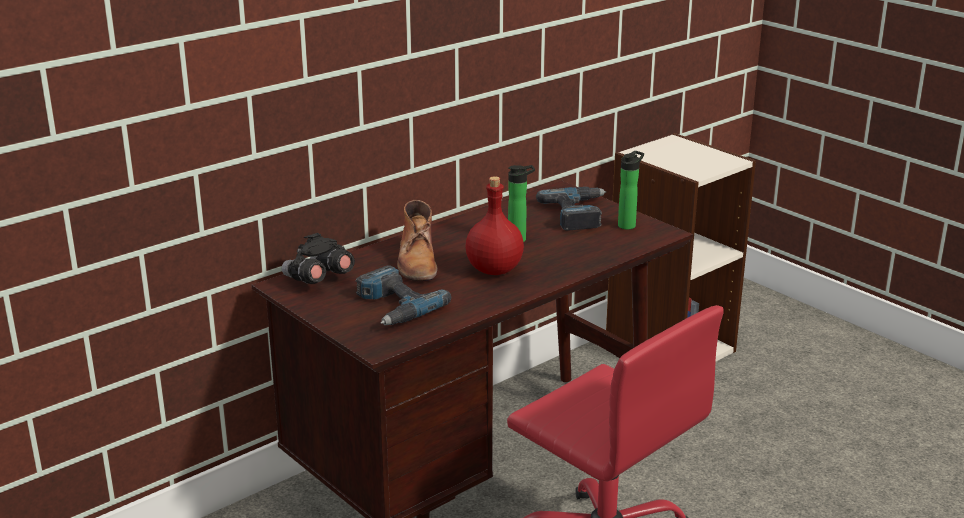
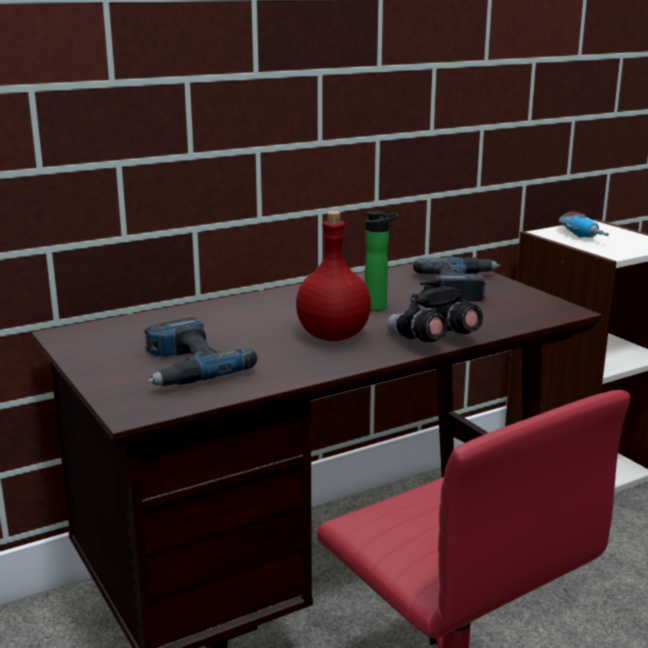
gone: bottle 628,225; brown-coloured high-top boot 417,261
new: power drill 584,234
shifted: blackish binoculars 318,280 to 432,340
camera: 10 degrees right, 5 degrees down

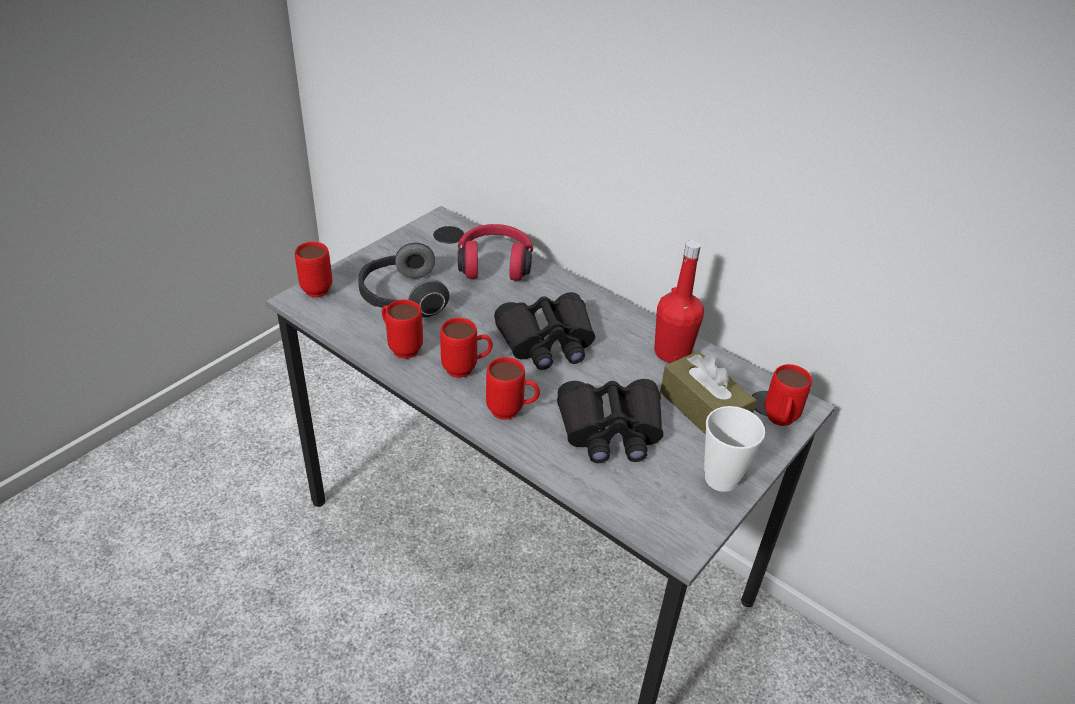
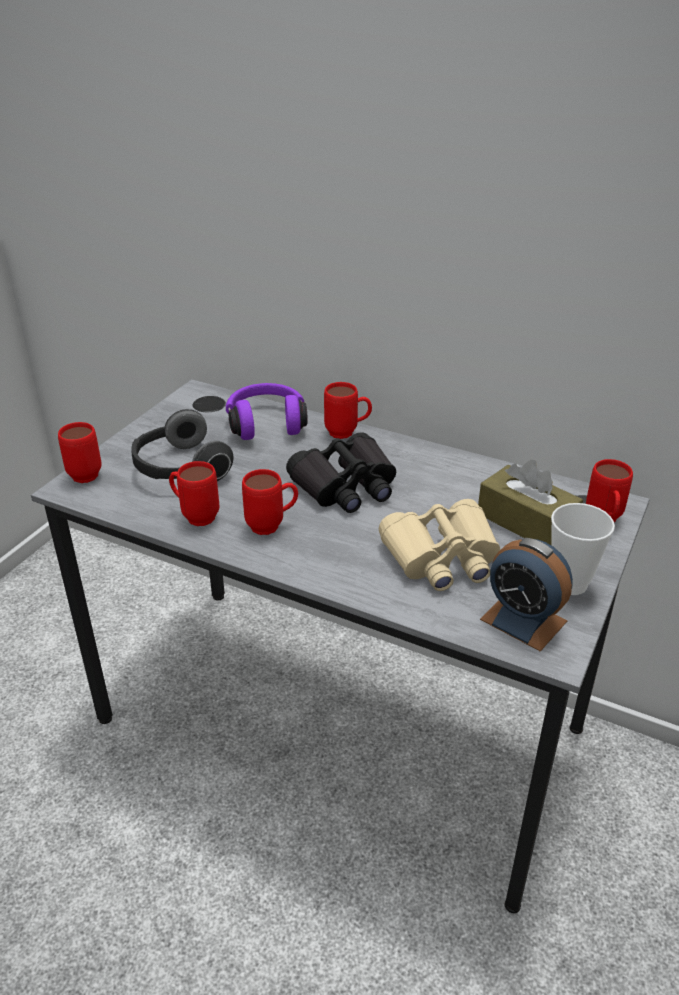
gone: reddish bottle 672,352
new: bedside clock 523,620
shifted: reddish coffee mug 512,412 to 347,433
repainted: reddish headphones 495,264 to purple headphones 266,423; blackish binoculars 610,430 to sand-coloured binoculars 442,557
camera: 10 degrees left, 5 degrees down

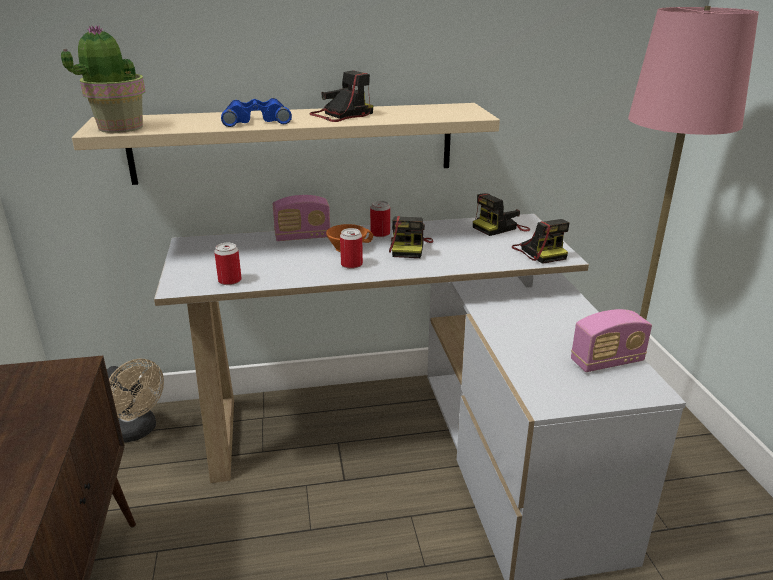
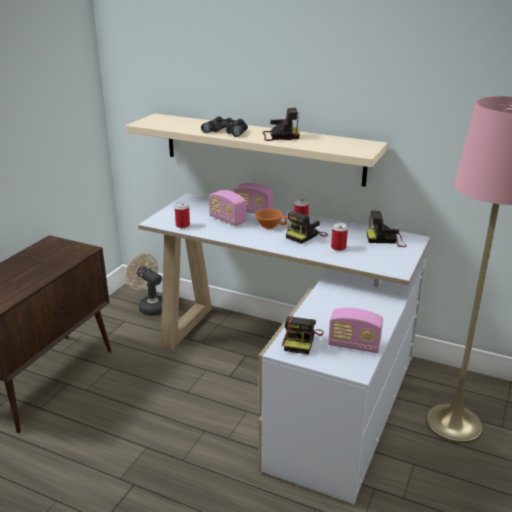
gone: potted plant 119,127
new: radio set 227,220
shifted: photo camera 539,252 to 301,340; can 351,264 to 338,248
repainted: bluish binoculars 256,120 to blackish binoculars 227,131
rotated: sand-coloured electric fan 137,431 = 150,306 150 degrees clockwise
camera: 35 degrees right, 0 degrees up

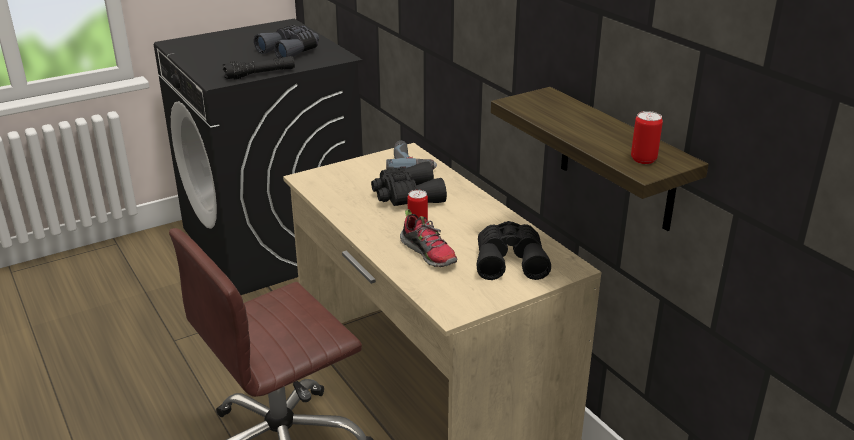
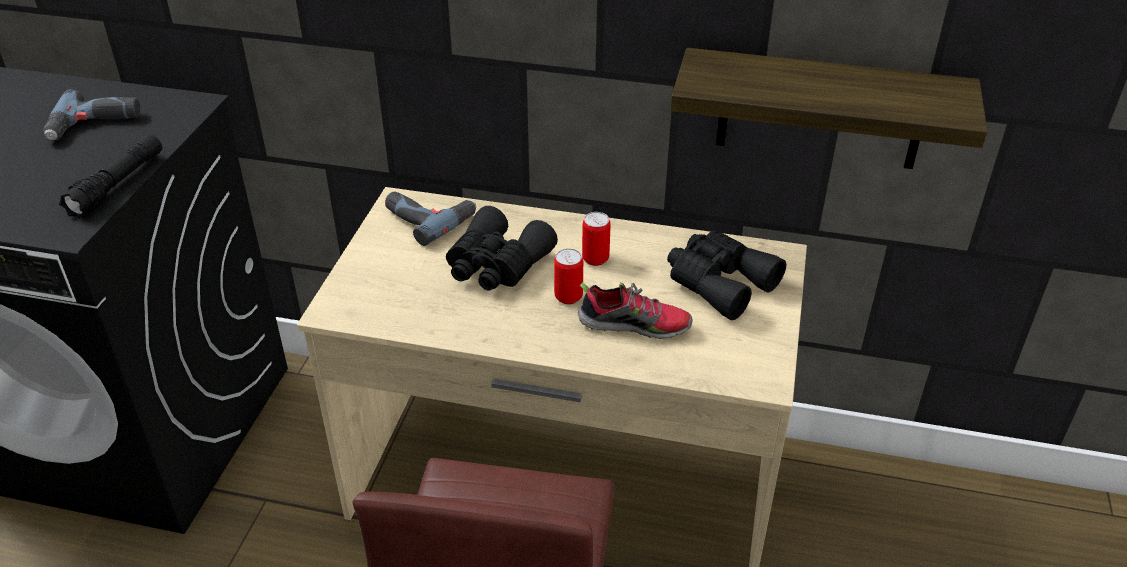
shifted: can 643,159 to 595,259
swapped: greyish binoculars 290,51 to power drill 95,125
camera: 45 degrees left, 10 degrees up

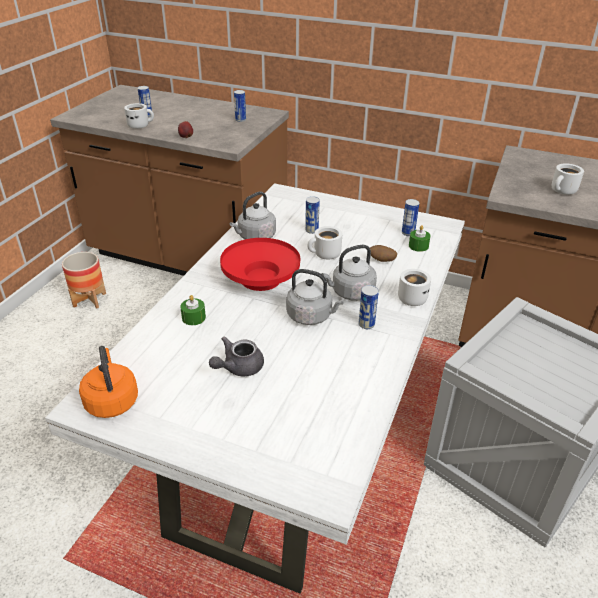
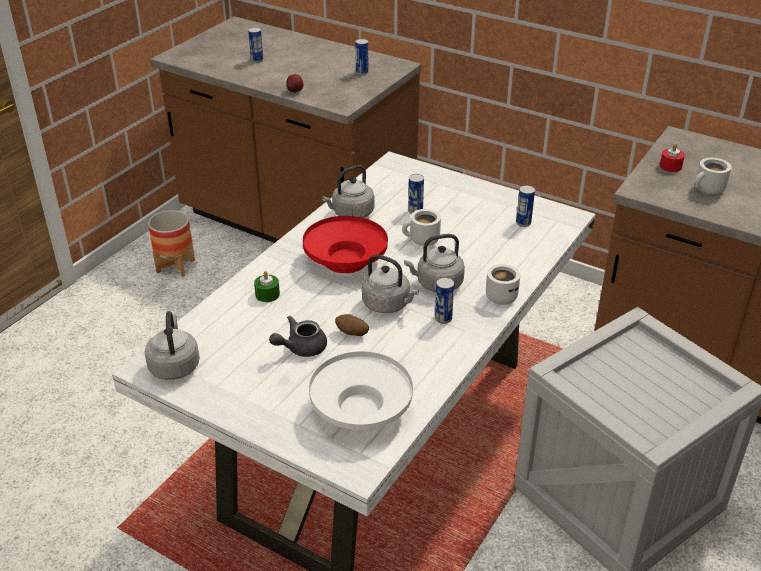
gone: white-coloured coffee mug 140,125; green wax light 418,246
new: reddish wax light 670,166; white-coloured bowl 361,410
shifted: potato 381,260 to 352,333
repainted: orangey tea kettle 112,400 to greyish tea kettle 174,365
camera: 10 degrees right, 0 degrees up

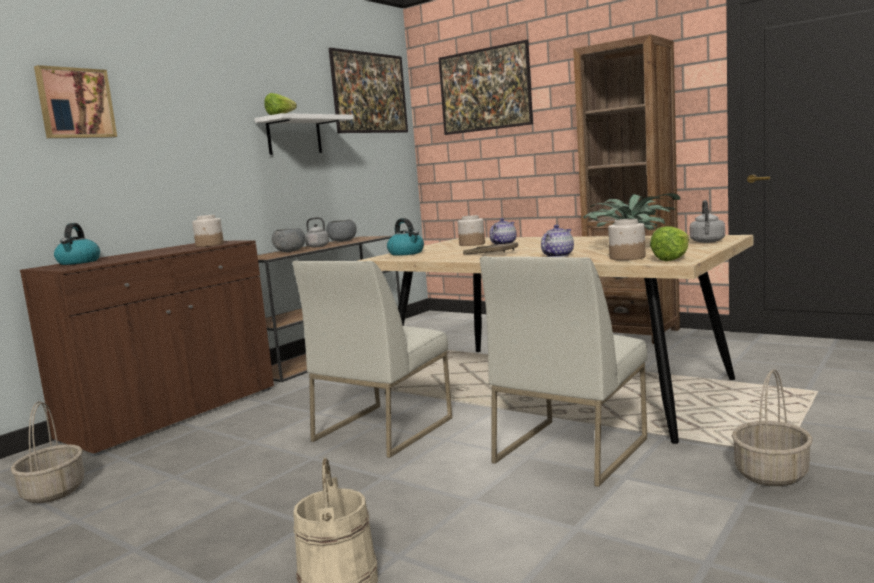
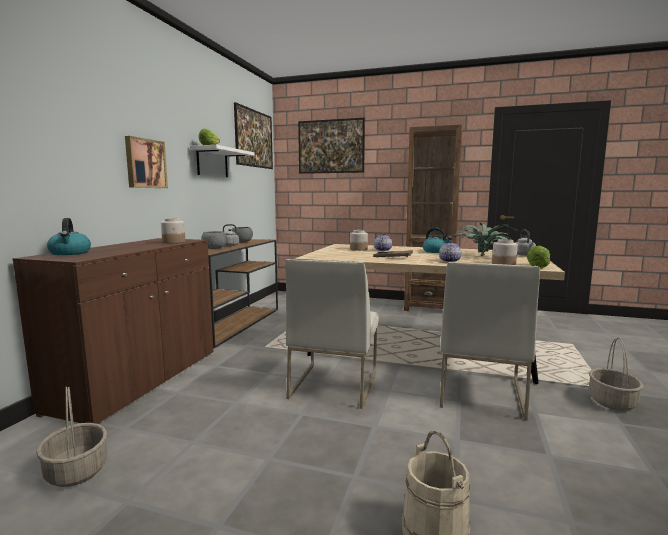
shifted: picture 75,103 to 145,163; tea kettle 406,253 to 436,251
camera: 20 degrees left, 0 degrees up

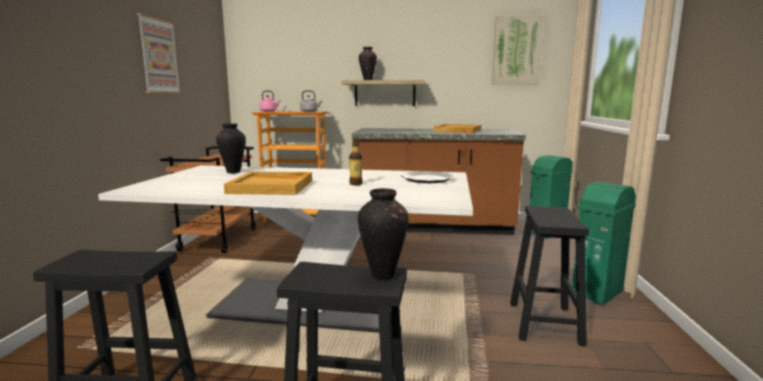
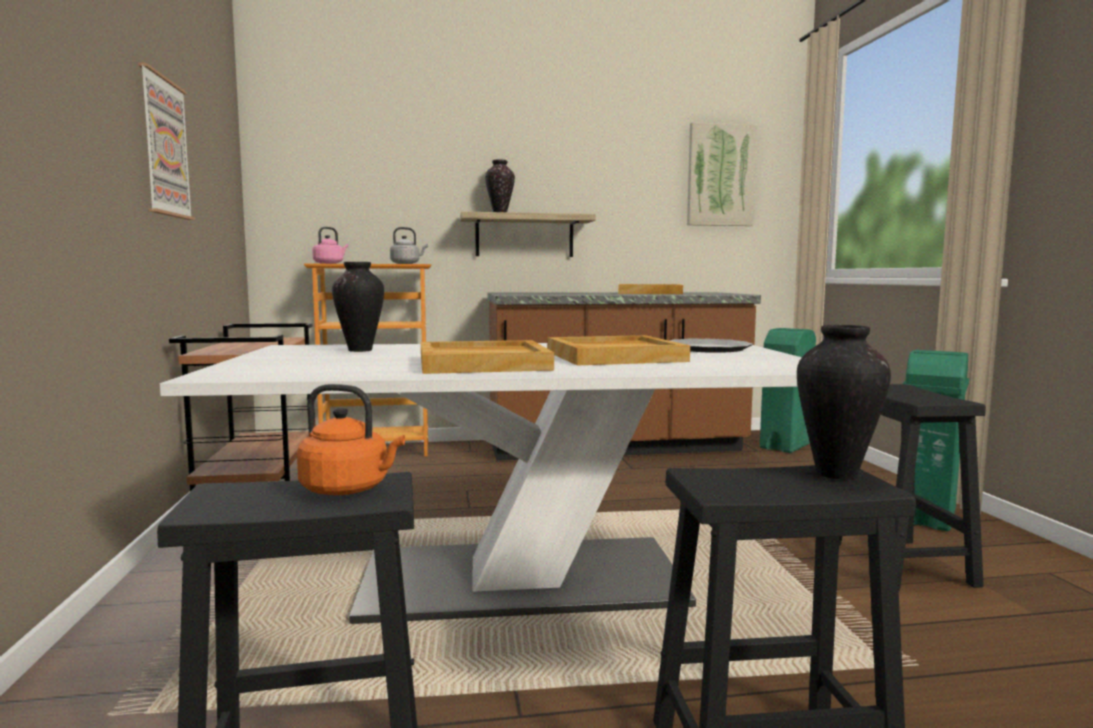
new: orangey tea kettle 349,489
swapped: bottle 356,184 to sand-coloured carrying tray 615,356
camera: 15 degrees left, 5 degrees down

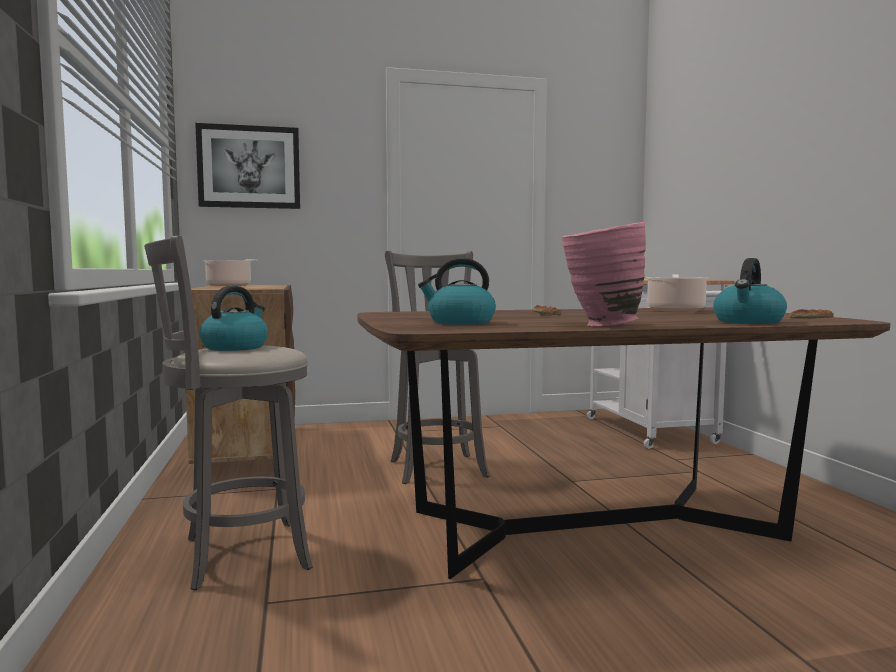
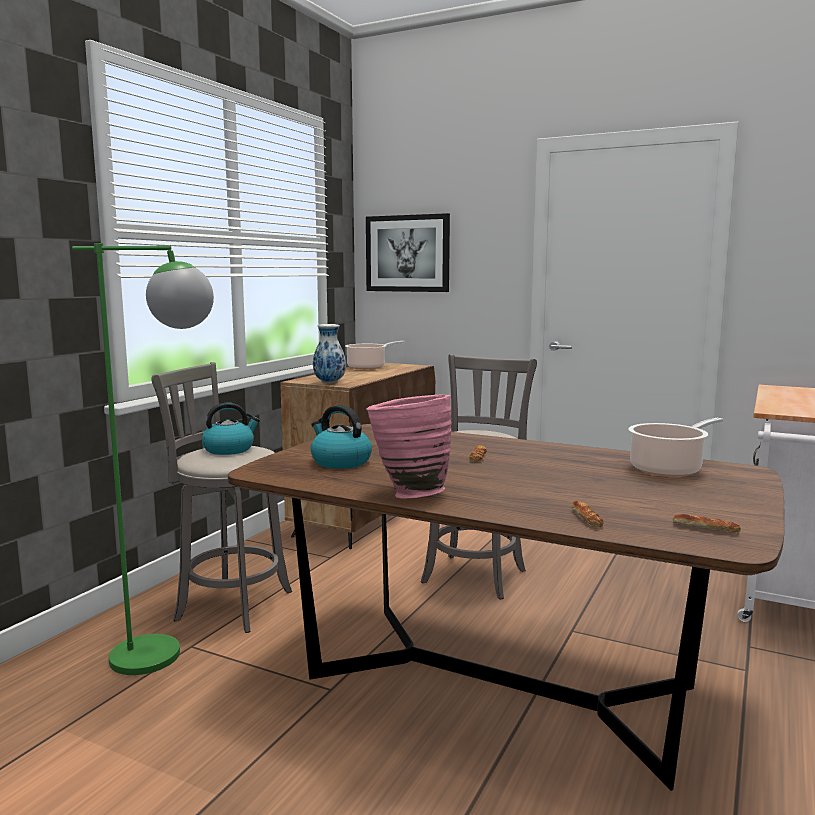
new: green floor lamp 168,658; vase 330,382
swapped: tea kettle 748,322 to baked bread 586,518
camera: 40 degrees right, 5 degrees up

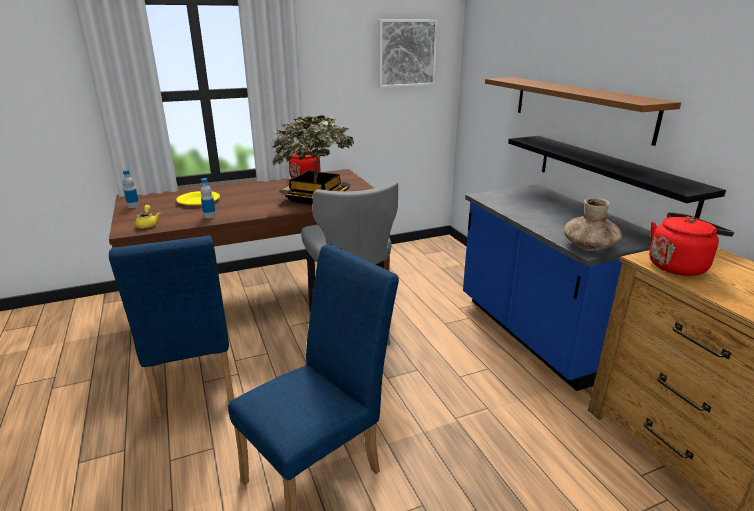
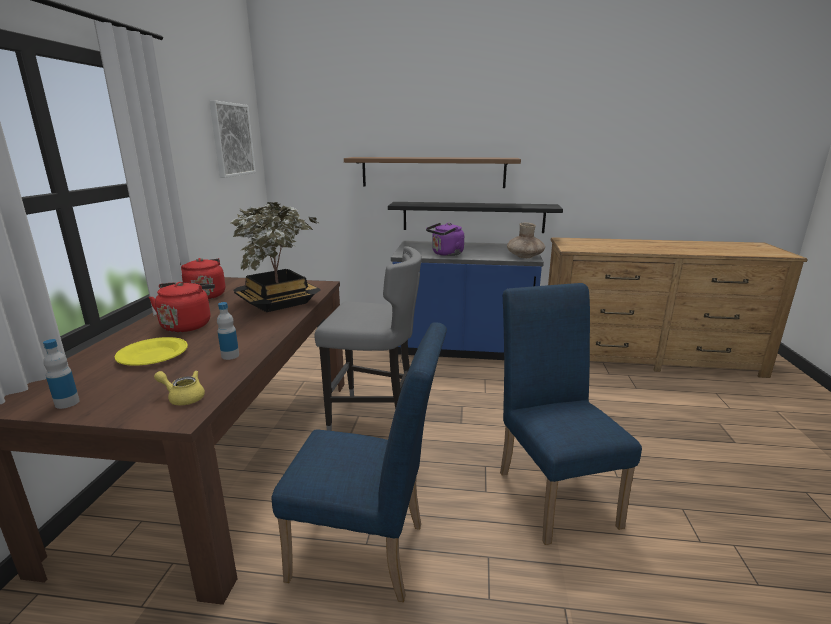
new: purple tea kettle 446,254
shifted: reddish tea kettle 679,266 to 188,325
camera: 60 degrees left, 5 degrees down

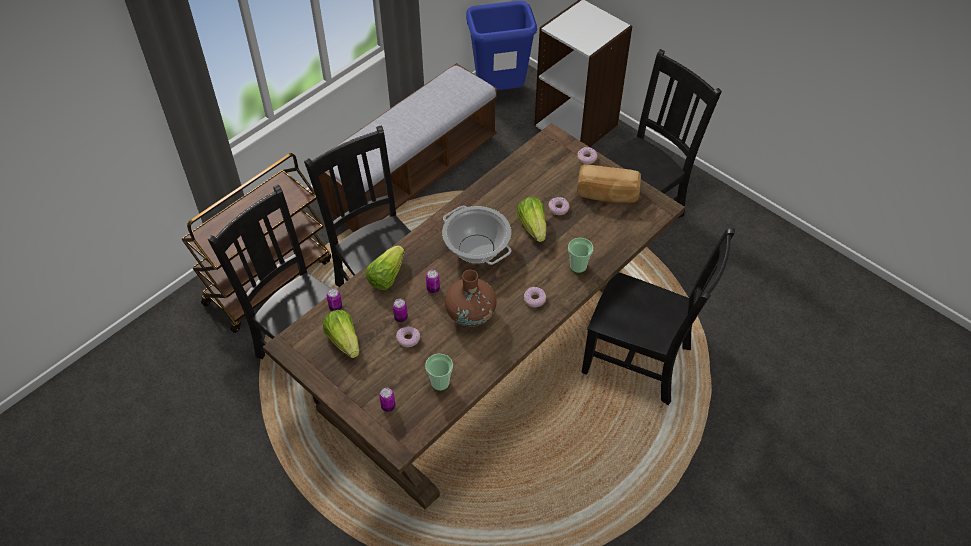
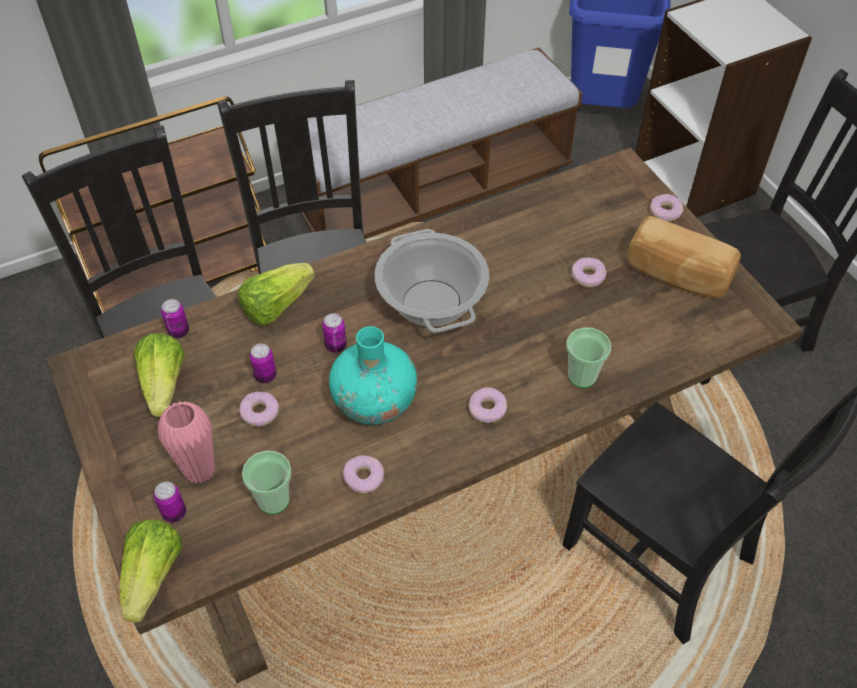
new: pink vase 199,470; donut 364,477
shifted: lettuce 533,227 to 153,576
repainted: brown-coloured vase 471,314 to turquoise-coloured vase 375,403
camera: 20 degrees right, 0 degrees up

